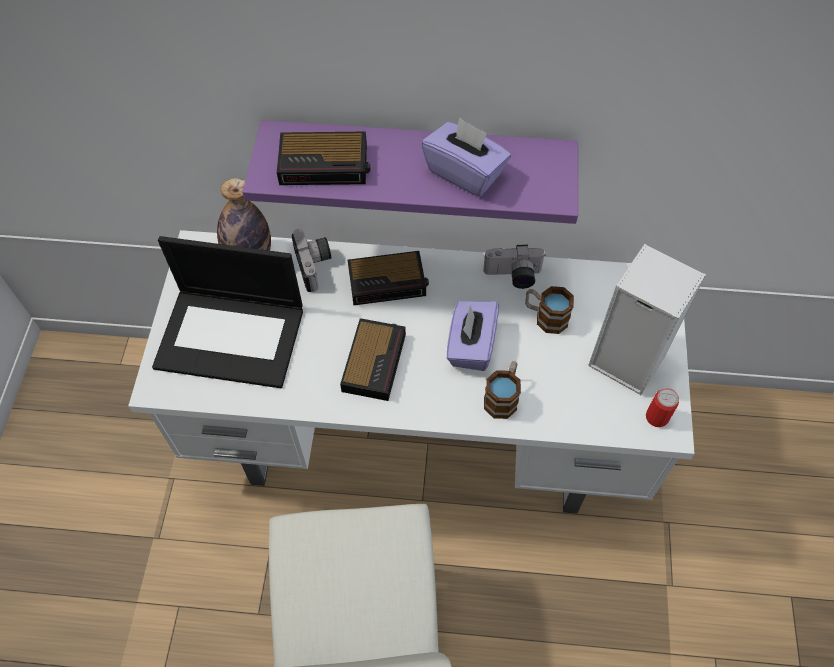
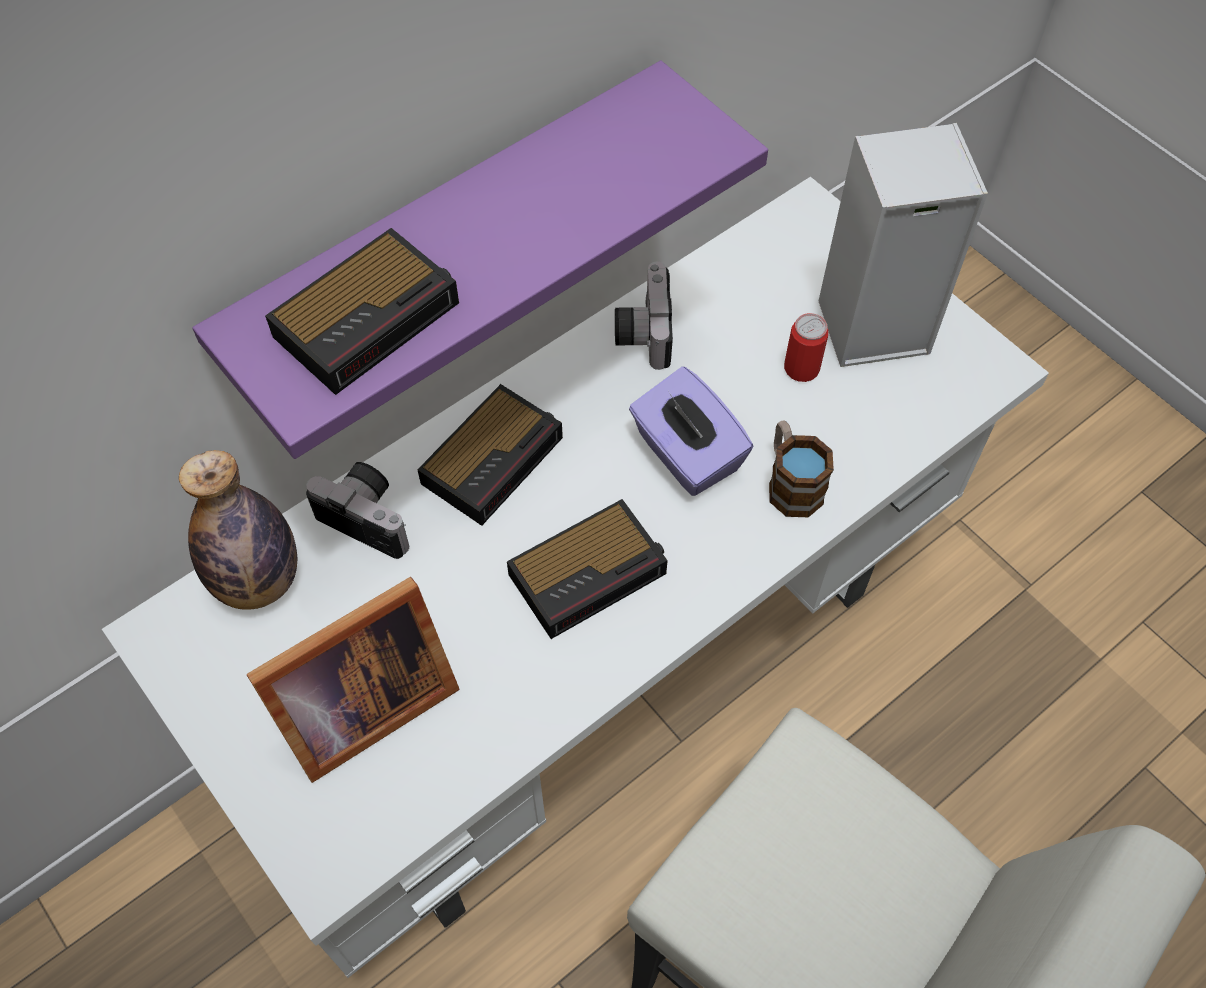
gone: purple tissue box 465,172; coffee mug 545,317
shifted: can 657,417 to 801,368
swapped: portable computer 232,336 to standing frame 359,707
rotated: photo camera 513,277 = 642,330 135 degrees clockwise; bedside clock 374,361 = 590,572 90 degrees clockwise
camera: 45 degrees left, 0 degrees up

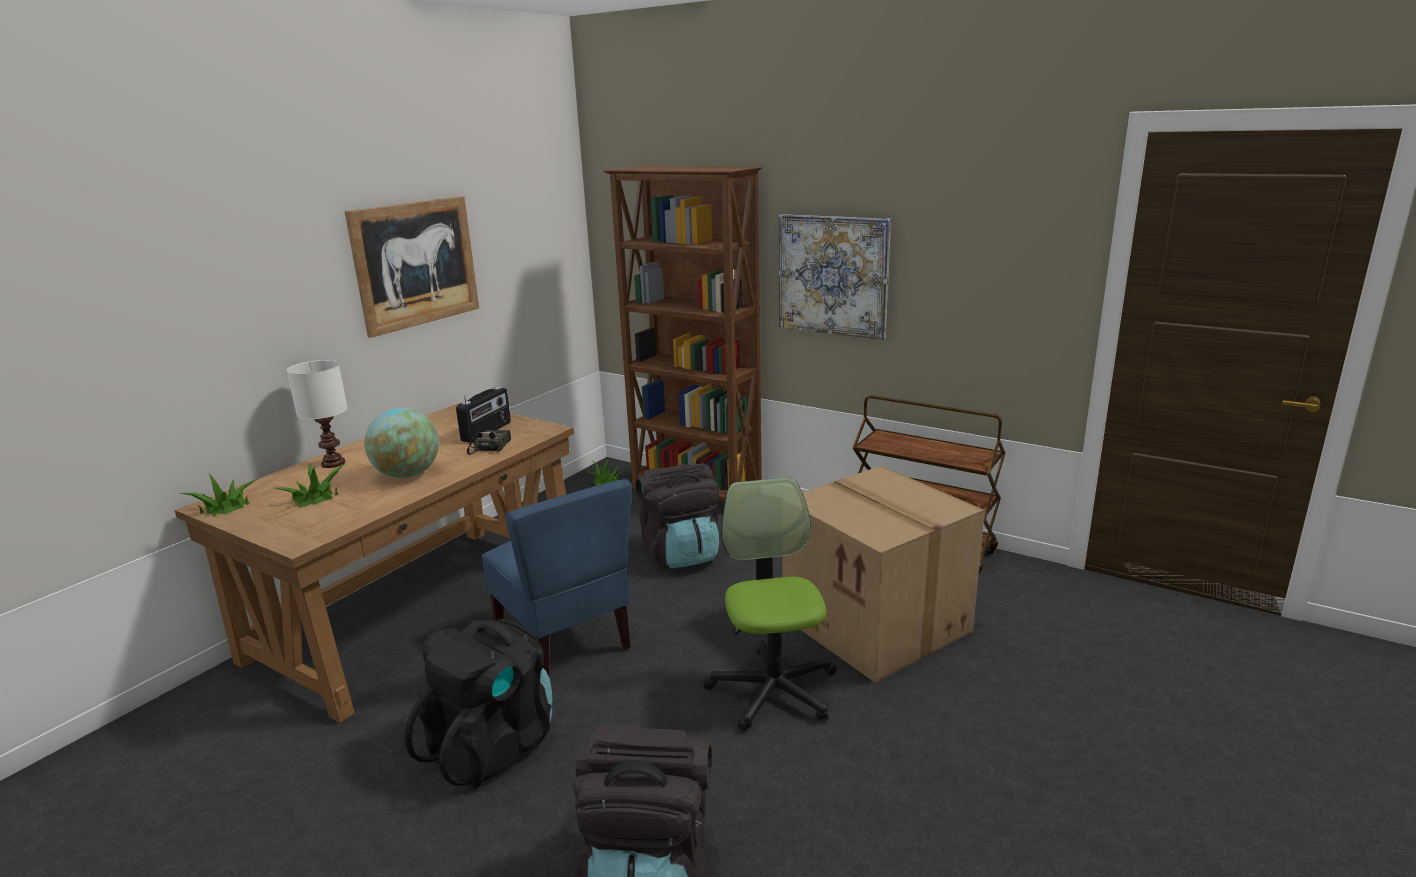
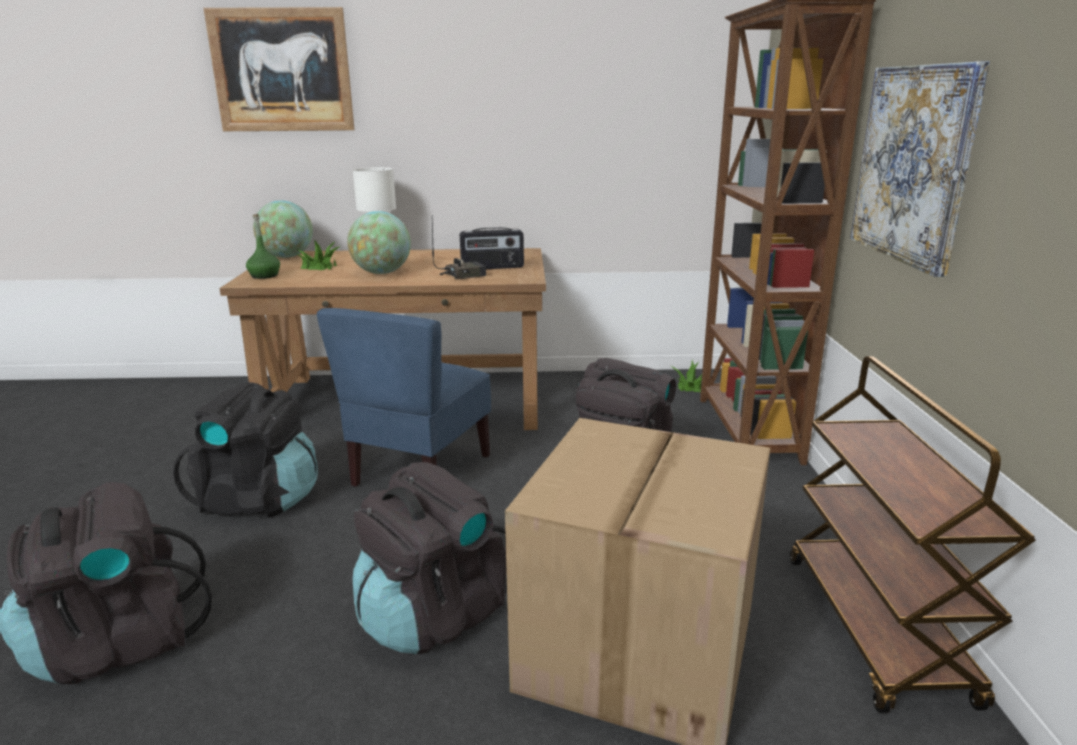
new: green bottle 264,276
shifted: picture 416,264 to 282,71
swapped: potted plant 224,507 to desk globe 287,257; office chair 773,690 to blackish knapsack 434,615
camera: 55 degrees right, 0 degrees up

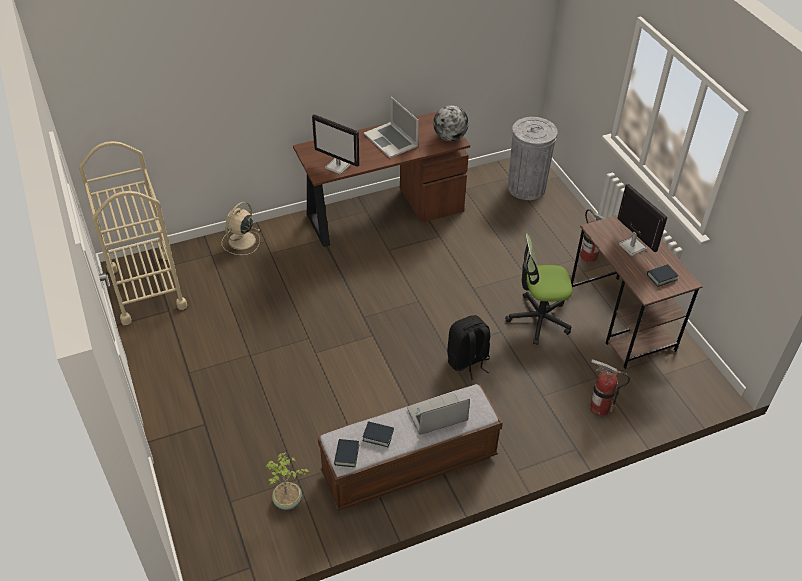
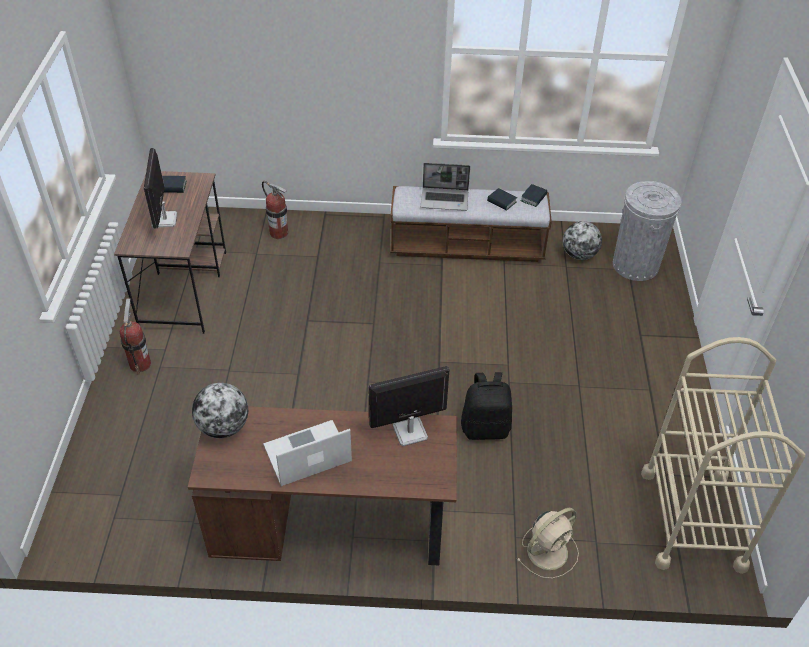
gone: office chair 538,319
shifted: greyish rubbish bin 526,187 to 635,265; blackish knapsack 468,361 to 485,428
swapped: potted plant 288,501 to desk globe 579,255
rotated: portable computer 391,140 = 307,454 105 degrees counterclockwise; monitor 338,166 = 409,432 75 degrees counterclockwise
camera: 155 degrees left, 0 degrees up

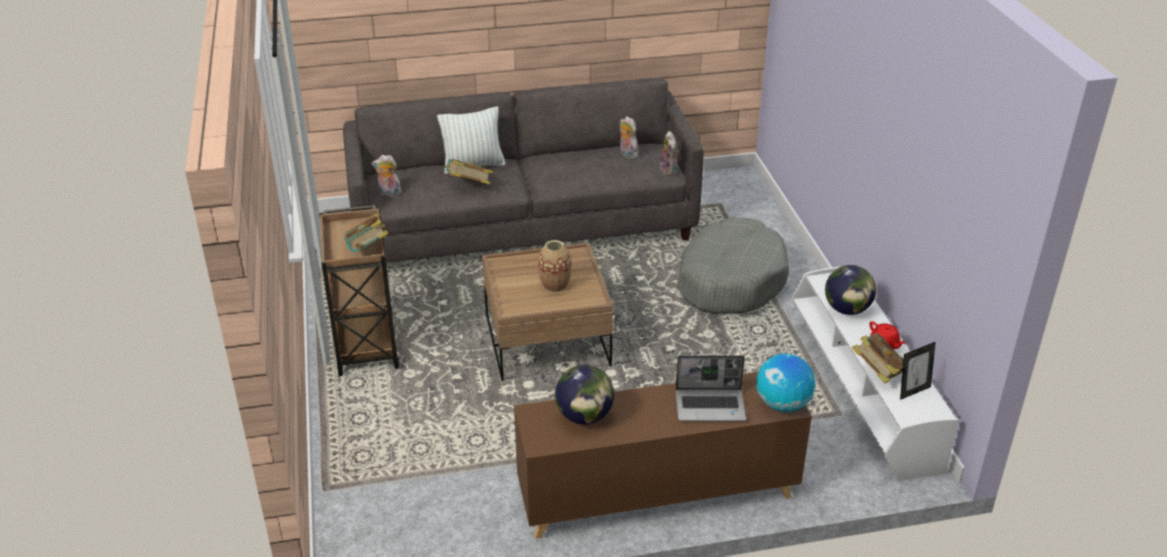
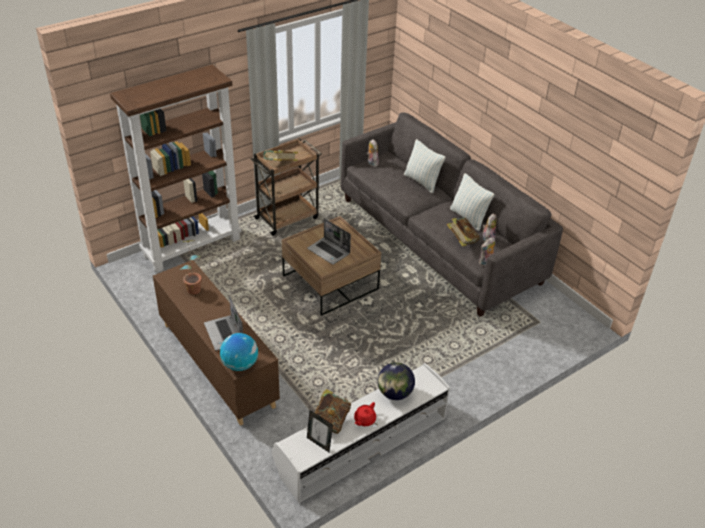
gone: greyish dog cushion 730,280
new: brown-coloured bookshelf 192,246; cushion 468,218
shifted: bound book 469,186 to 462,240
swapped: vase 555,285 to portable computer 329,251; desk globe 584,416 to potted plant 194,287
camera: 65 degrees right, 5 degrees up

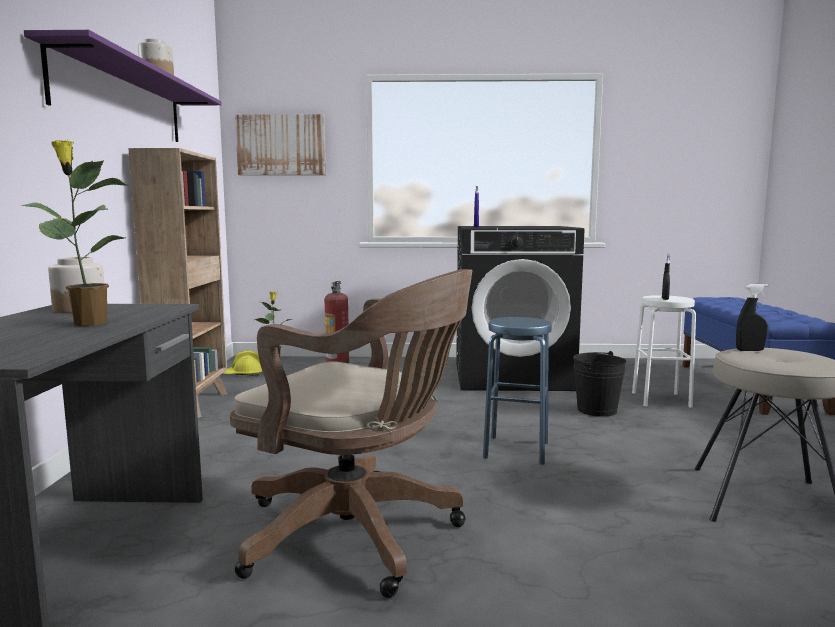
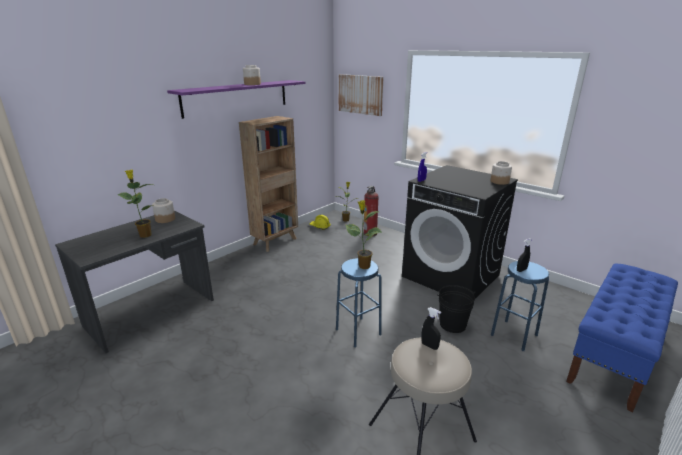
gone: brown-coloured office chair 359,535
new: storage jar 499,181; potted plant 363,266
repainted: white-coloured stool seat 661,399 to bluish stool seat 514,335
camera: 40 degrees right, 15 degrees up

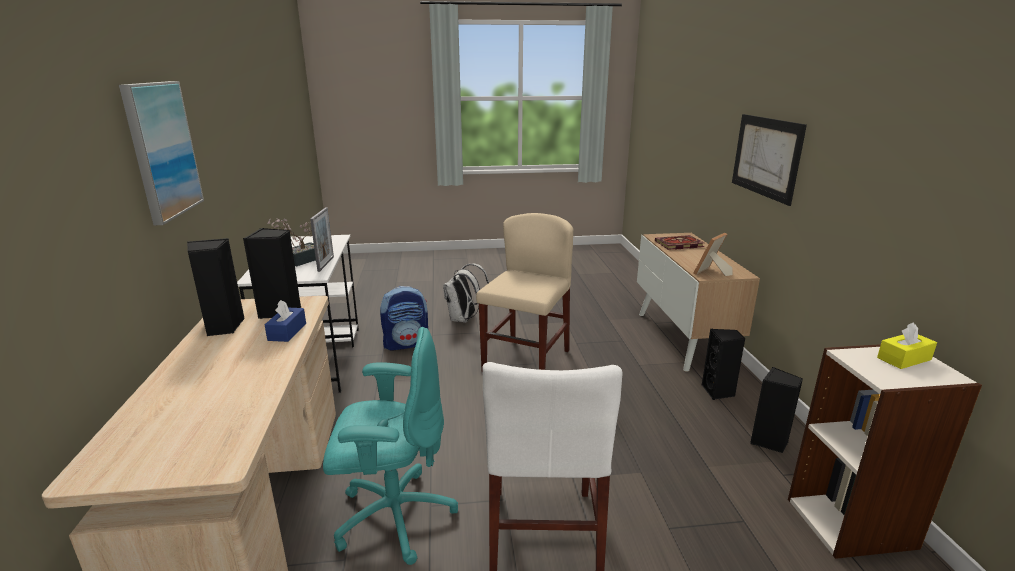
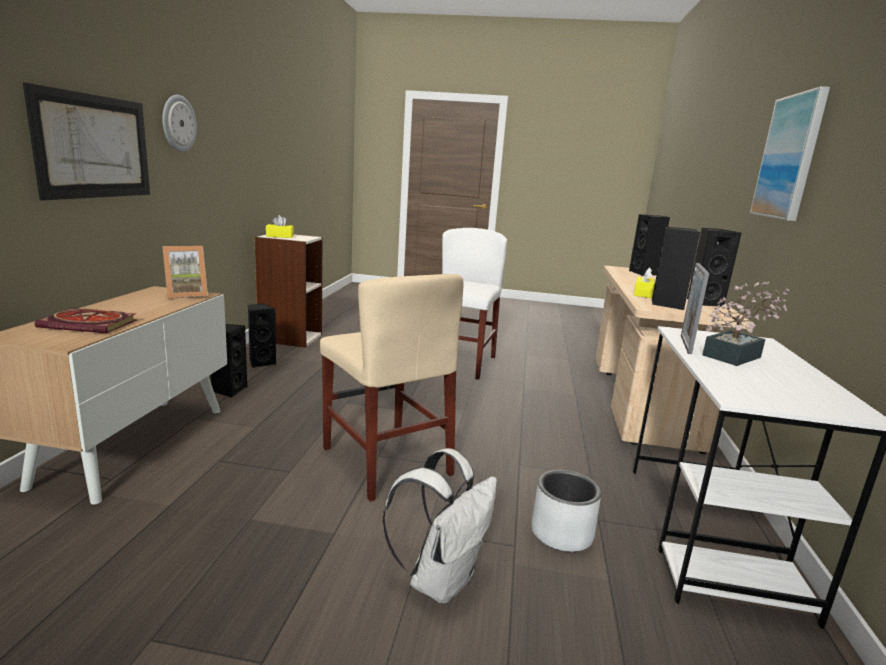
gone: turquoise-coloured office chair 393,516
new: clock on the wall 178,123; blackish audio speaker 644,273
swapped: knapsack 406,344 to greyish planter 561,534
repainted: bluish tissue box 287,332 to yellow tissue box 643,294
rotated: sand-coloured plain chair 526,361 = 386,461 75 degrees counterclockwise
camera: 165 degrees left, 5 degrees down

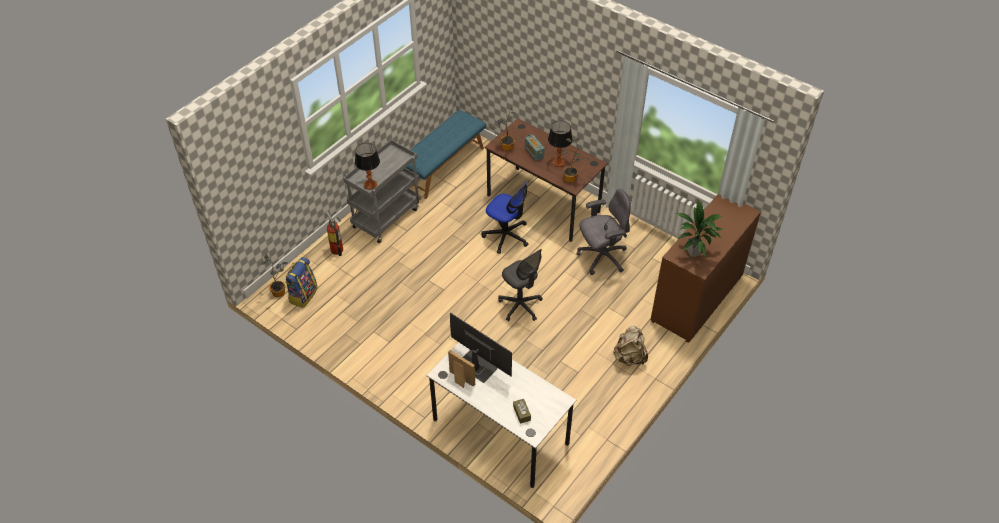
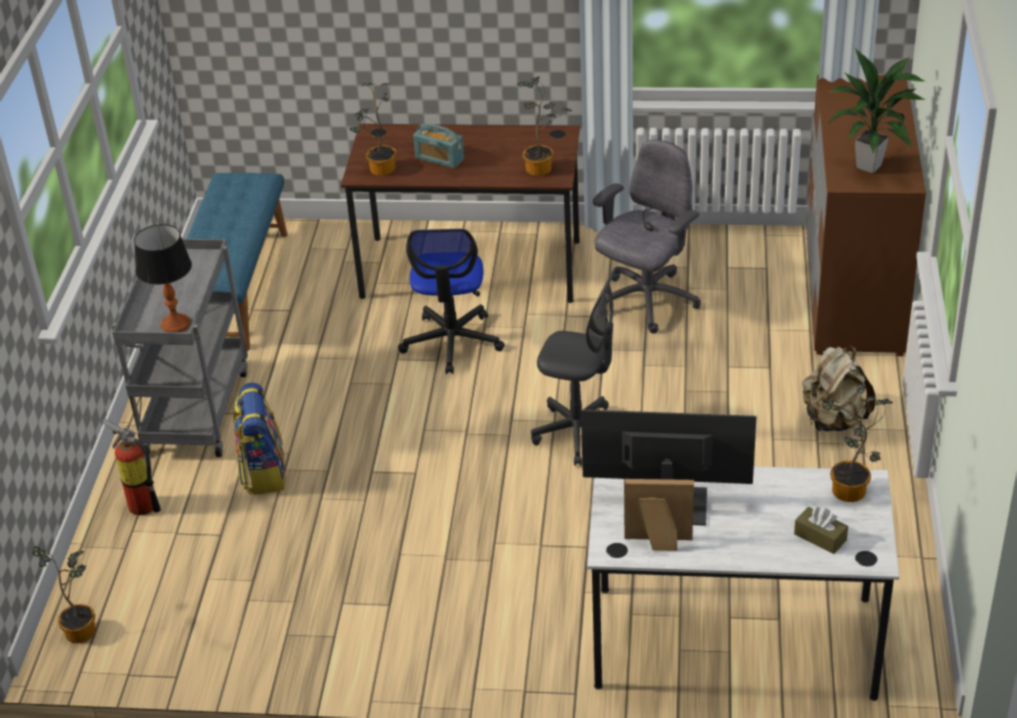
gone: lamp for a table 558,162
new: potted plant 850,495
shifted: knapsack 303,295 to 263,472
rotated: office chair 506,236 = 452,342 90 degrees clockwise
camera: 30 degrees left, 10 degrees down

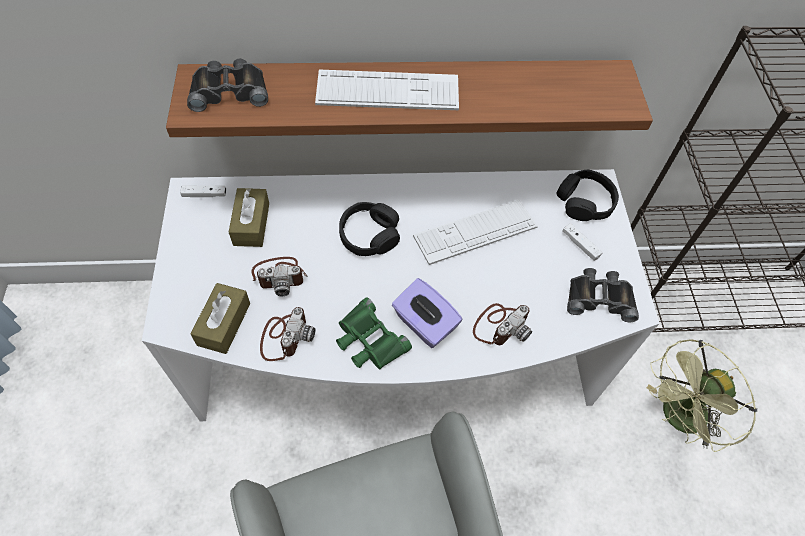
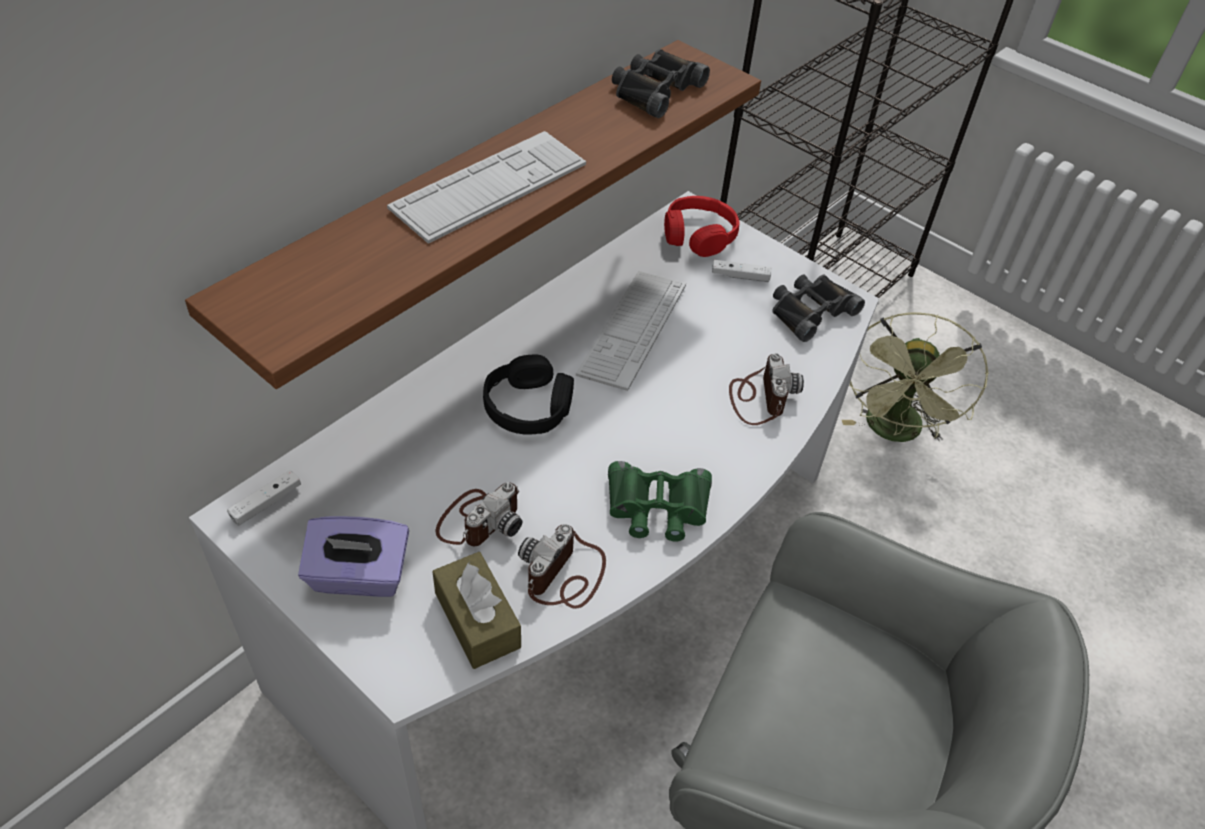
gone: brown-coloured tissue box 251,224
shifted: blackish binoculars 229,90 to 654,90; purple tissue box 424,324 to 359,576
repainted: blackish headphones 585,202 to reddish headphones 698,235
rotated: photo camera 285,336 = 565,575 120 degrees counterclockwise
camera: 45 degrees left, 10 degrees down

